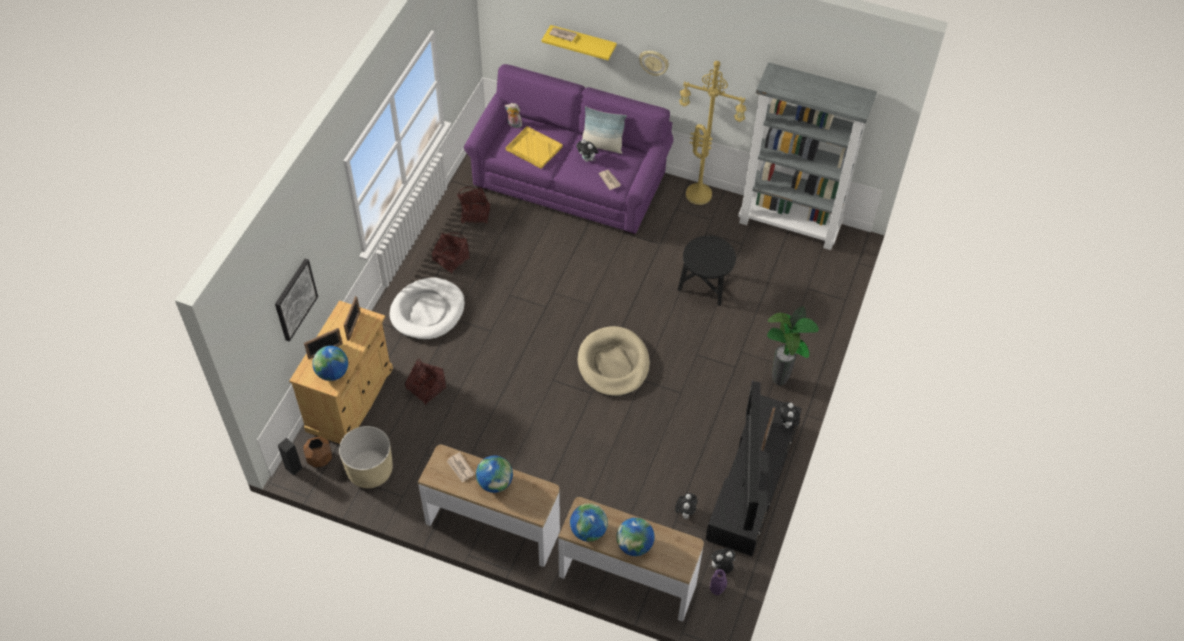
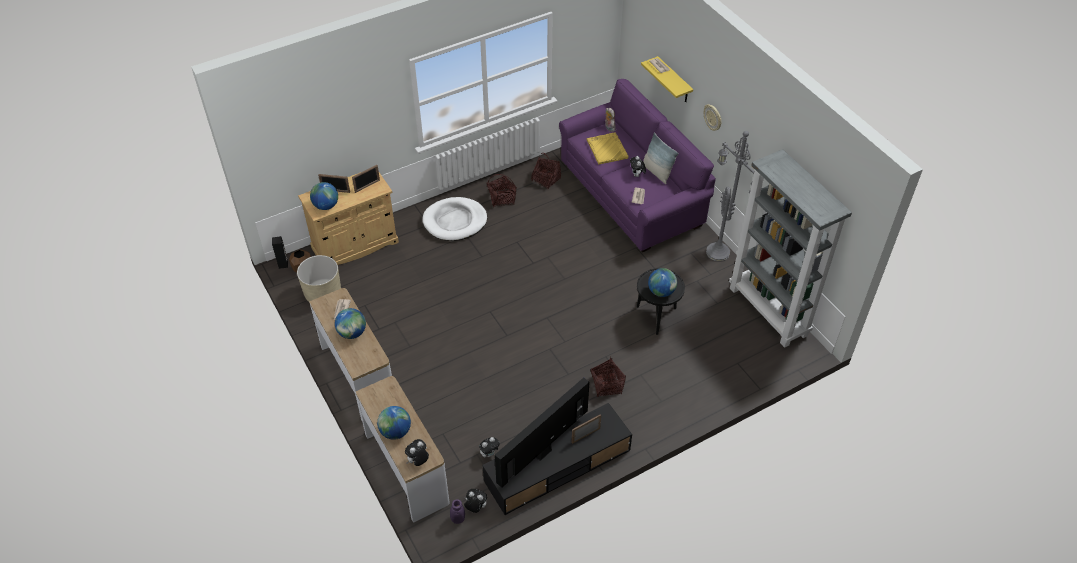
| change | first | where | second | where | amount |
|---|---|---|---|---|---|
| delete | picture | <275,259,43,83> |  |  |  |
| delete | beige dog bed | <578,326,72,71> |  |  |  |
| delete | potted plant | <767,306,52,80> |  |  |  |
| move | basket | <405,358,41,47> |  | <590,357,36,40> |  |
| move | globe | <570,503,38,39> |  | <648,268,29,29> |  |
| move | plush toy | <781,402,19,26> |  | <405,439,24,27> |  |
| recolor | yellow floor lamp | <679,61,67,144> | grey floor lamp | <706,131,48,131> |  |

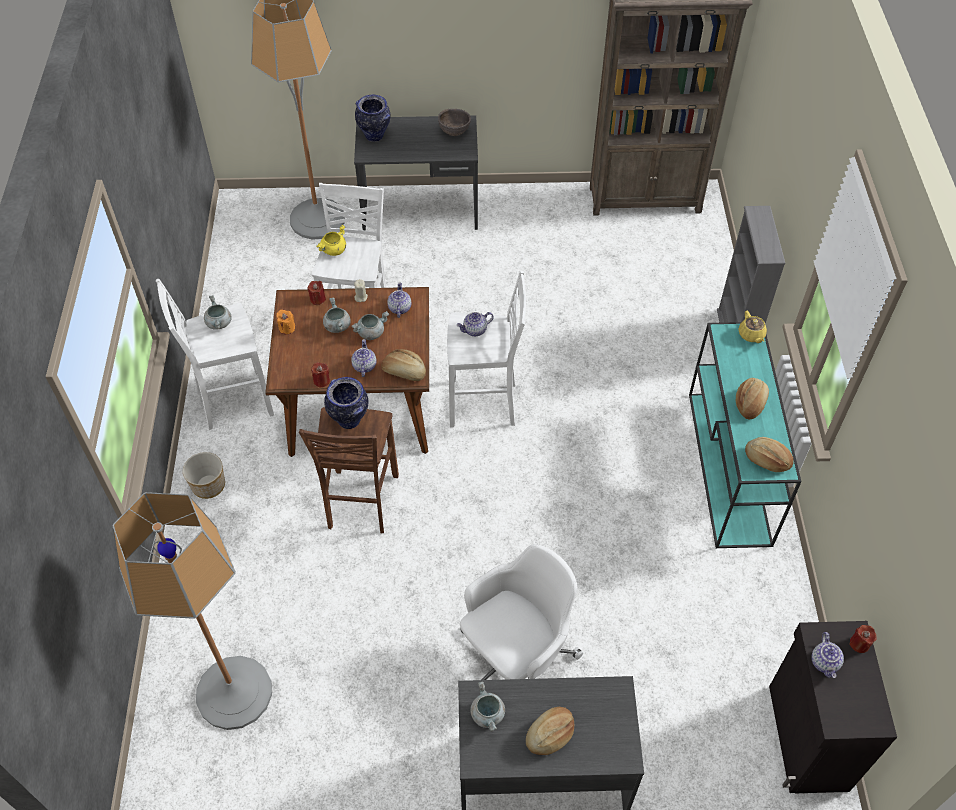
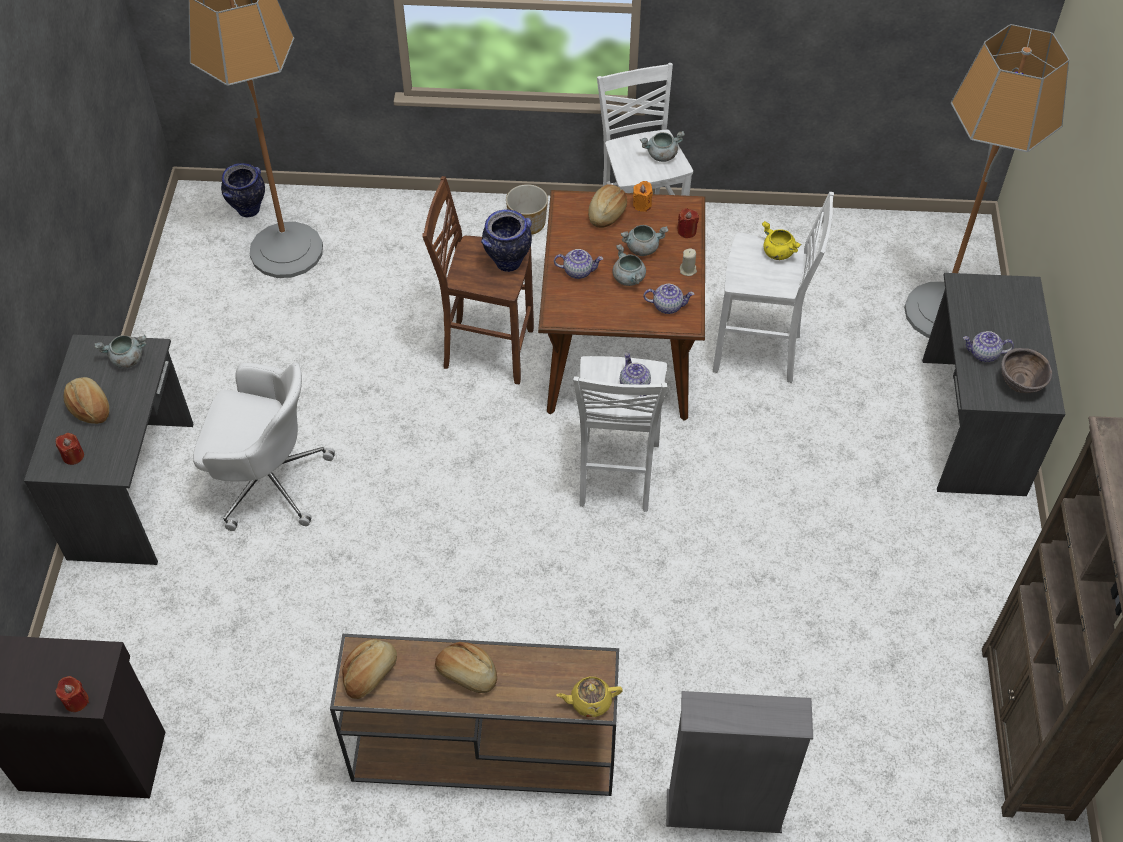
| change | first | where | second | where | amount |
|---|---|---|---|---|---|
| move | red candle | <311,362,19,26> |  | <56,433,28,32> |  |
| move | vase | <355,95,36,47> |  | <221,163,44,54> |  |
| move | bread | <381,349,45,32> |  | <588,184,39,44> |  |
| move | teapot | <812,632,32,46> |  | <963,331,51,31> |  |
| recolor | turquoise console table | <689,322,112,226> | brown console table | <330,634,289,162> |  |
| rotate | white office chair | <460,544,123,136> |  | <193,362,142,169> | 45 degrees counterclockwise |

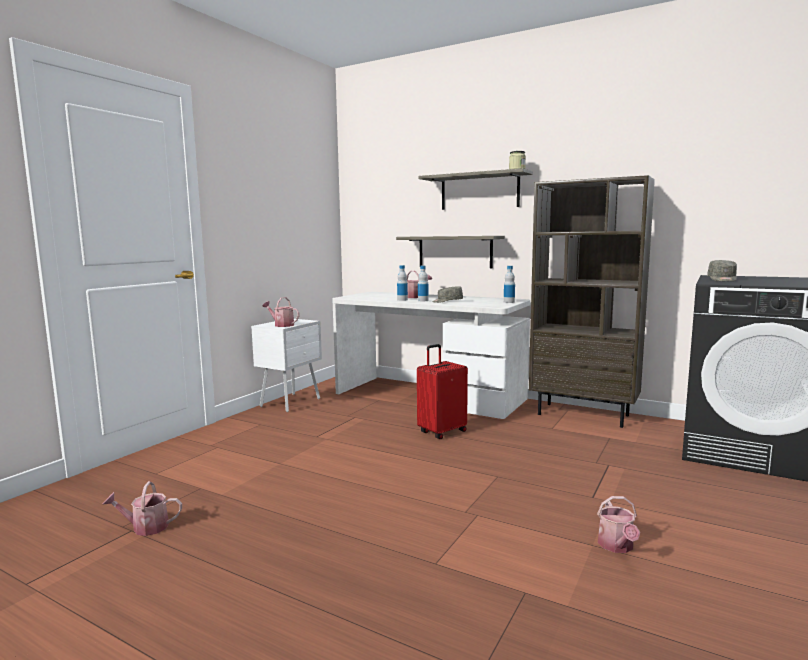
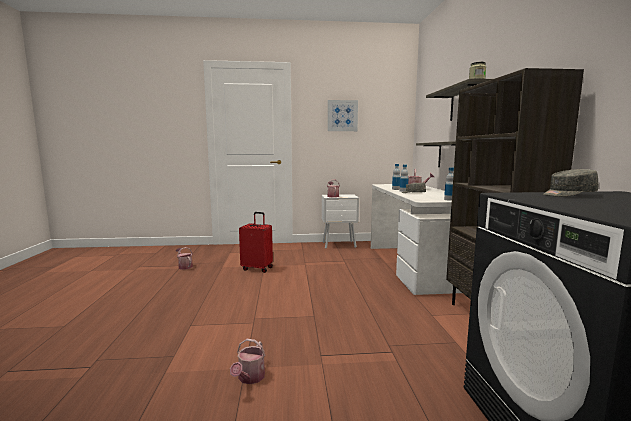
| change | first | where | second | where | amount |
|---|---|---|---|---|---|
| insert |  |  | picture | <328,100,30,31> |  |
| move | red suitcase | <417,344,51,95> |  | <239,212,34,61> |  |
| rotate | watering can | <597,496,43,57> |  | <230,339,35,45> | 45 degrees counterclockwise |

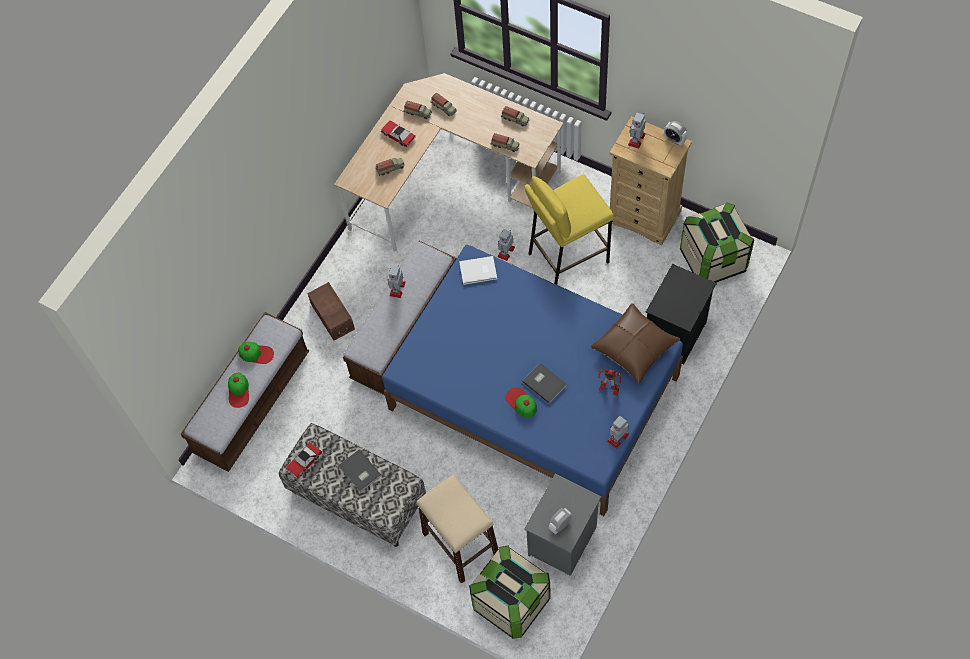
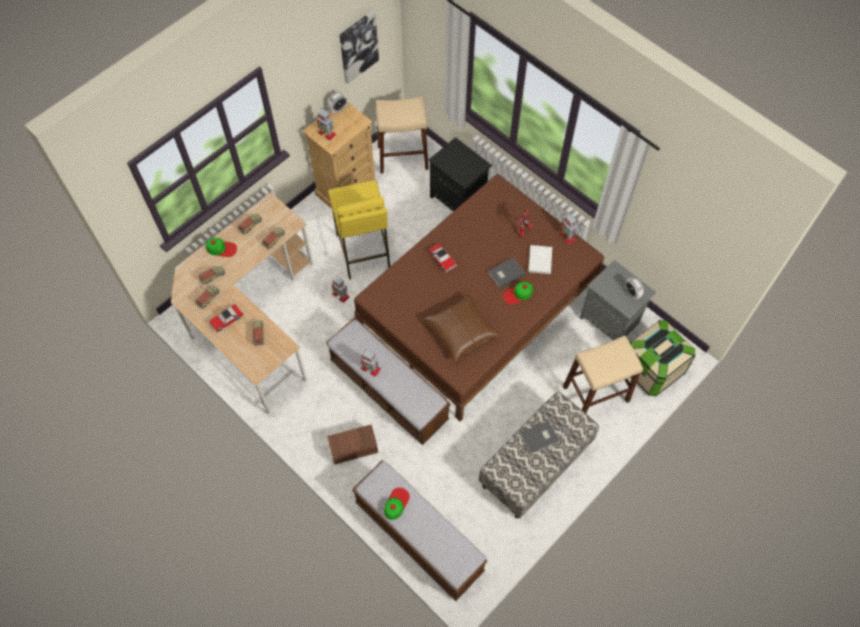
| change | first | where | second | where | amount |
|---|---|---|---|---|---|
| insert |  |  | picture | <340,10,39,74> |  |
| move | cap | <228,373,21,35> |  | <206,238,31,19> |  |
| move | toy car | <285,442,37,37> |  | <428,243,29,29> |  |
| move | white book | <459,256,38,29> |  | <528,245,24,29> |  |
| move | brown pillow | <591,303,89,81> |  | <424,293,76,69> |  |
| replace | storage box | <680,202,74,81> | beige stool | <376,96,53,78> |  |
| recolor | blue bed | <382,245,301,271> | brown bed | <354,174,250,248> |  |

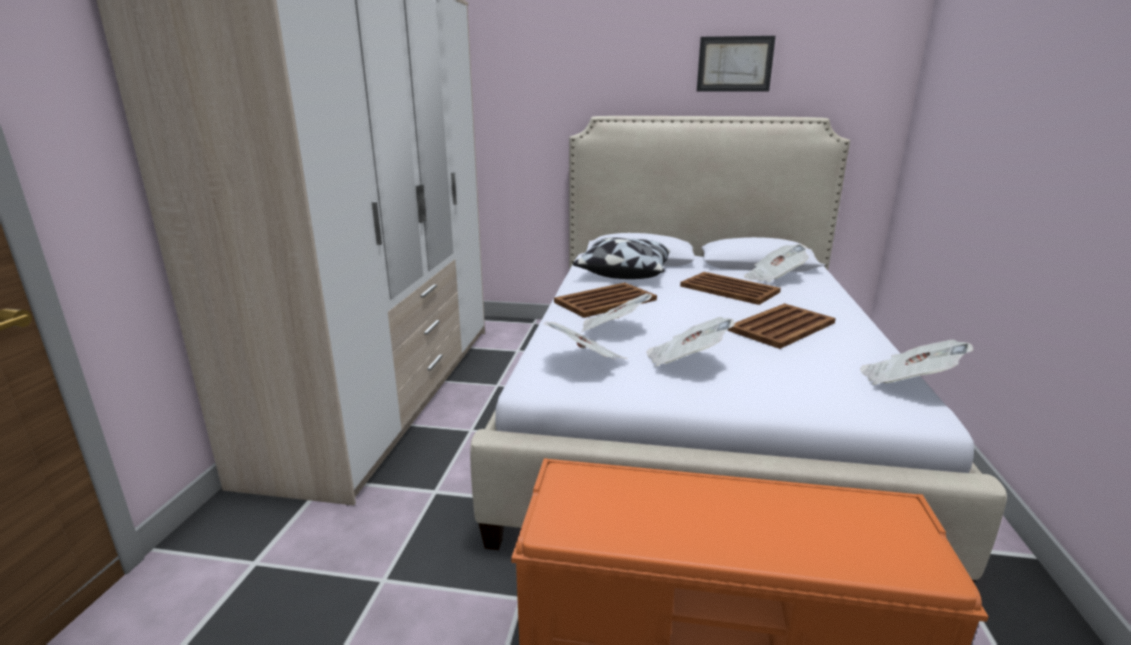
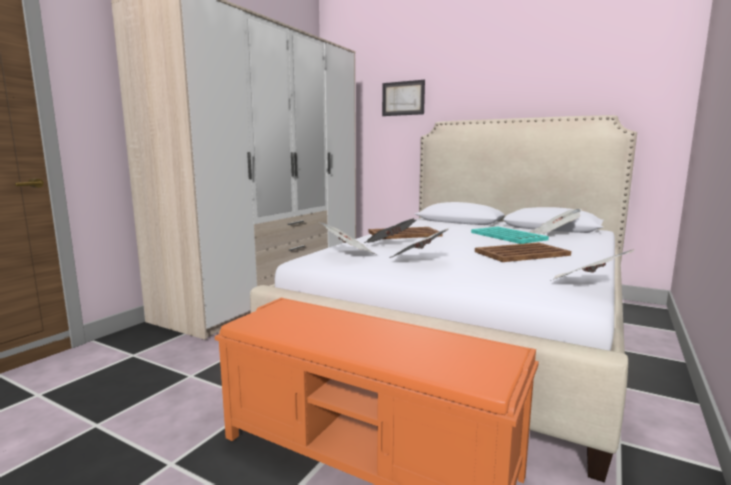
| change | first | where | second | where | amount |
|---|---|---|---|---|---|
| delete | pillow | <573,238,97,41> |  |  |  |
| move | picture | <697,36,79,55> |  | <382,80,43,36> |  |
| recolor | brown tray | <680,272,101,33> | turquoise tray | <471,227,78,17> |  |

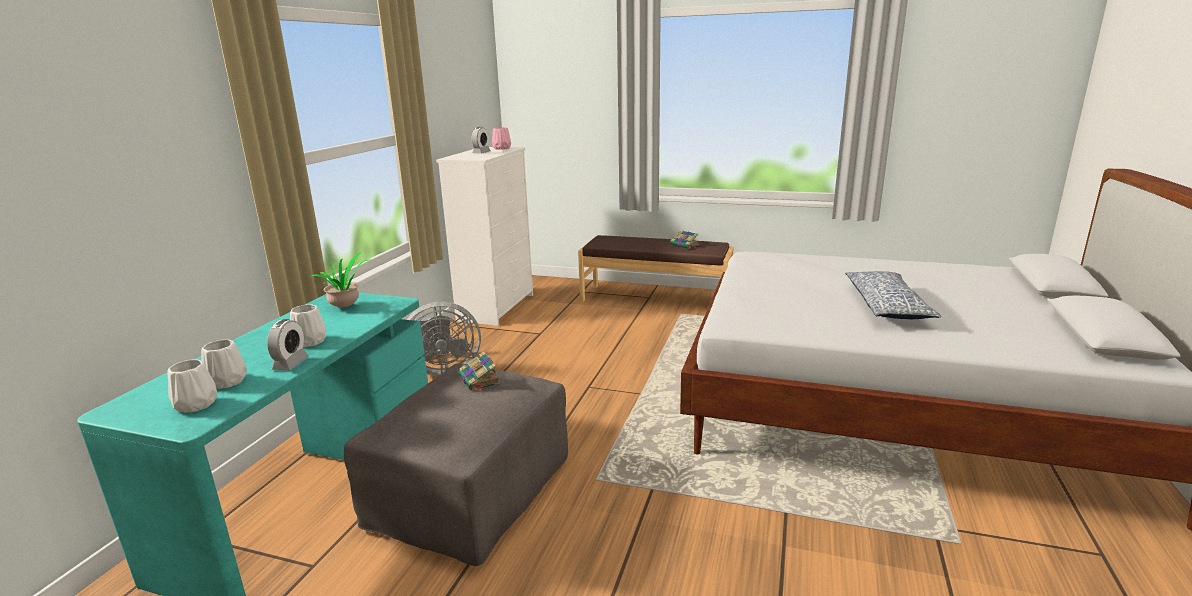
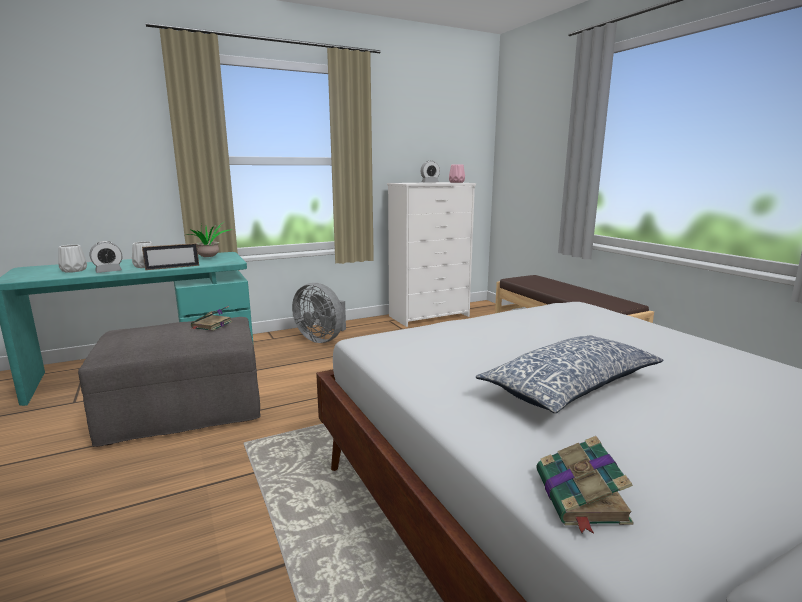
| change | first | where | second | where | amount |
|---|---|---|---|---|---|
| delete | white vase | <167,360,50,52> |  |  |  |
| insert |  |  | picture frame | <142,243,57,27> |  |
| move | book | <670,230,29,19> |  | <536,436,98,98> |  |

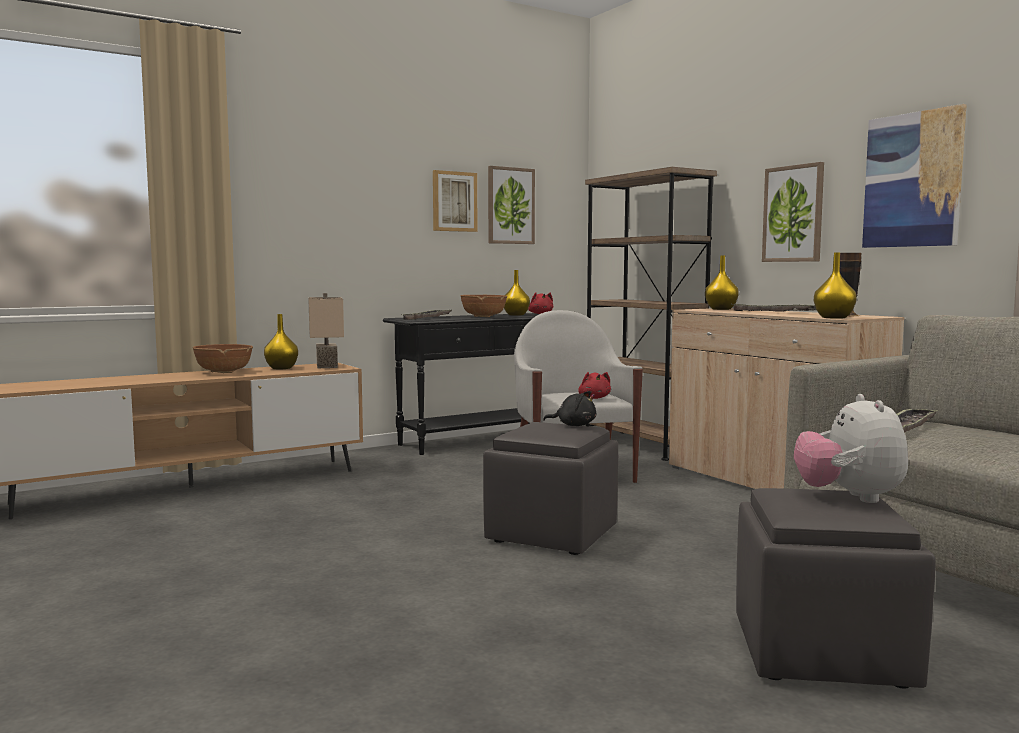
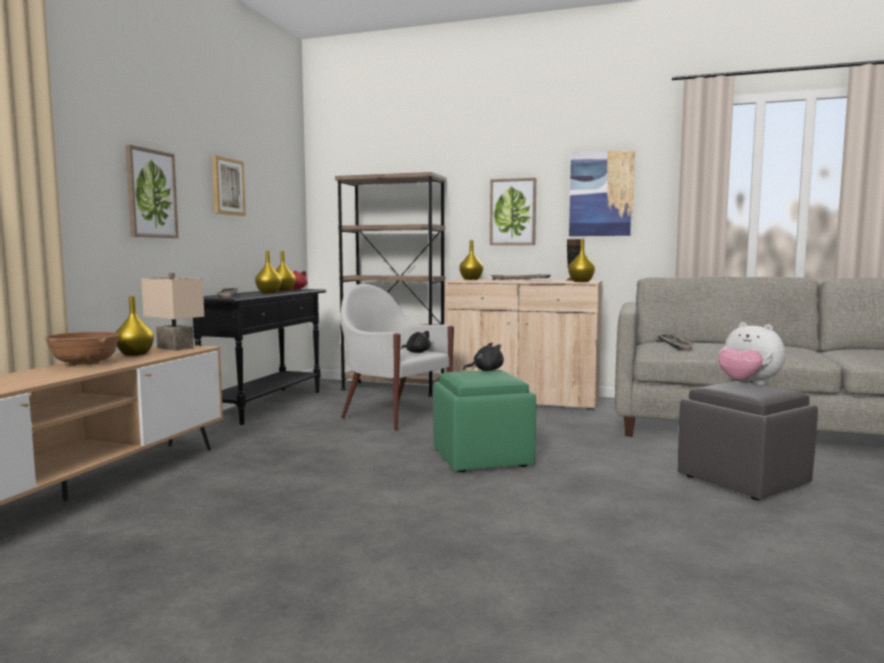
| change | first | where | second | where | amount |
|---|---|---|---|---|---|
| move | picture | <488,166,47,78> |  | <125,145,53,93> |  |
| replace | brown bowl | <460,295,47,22> | yellow vase | <255,251,27,42> |  |
| recolor | grey ottoman | <483,422,135,133> | green ottoman | <433,370,103,102> |  |
| recolor | red plush toy | <578,372,33,27> | black plush toy | <401,331,30,22> |  |

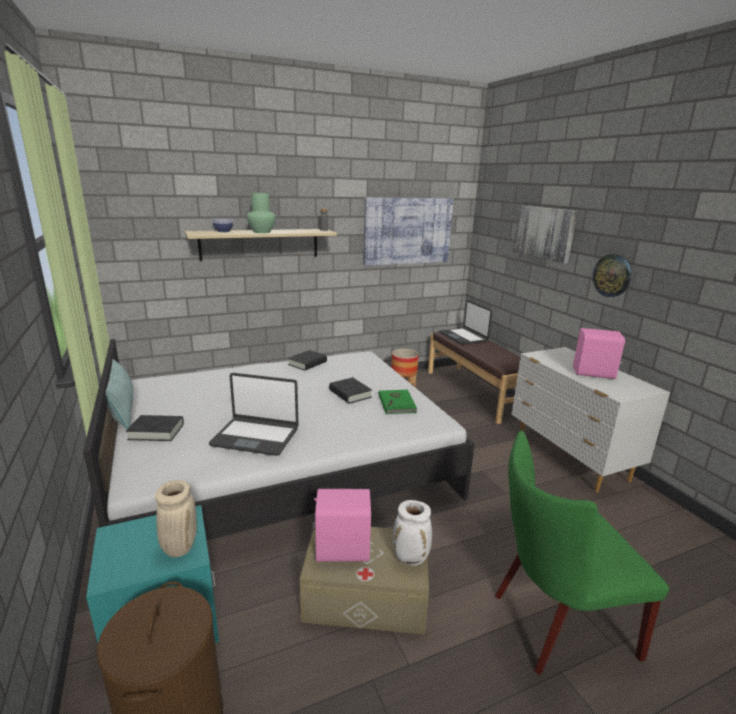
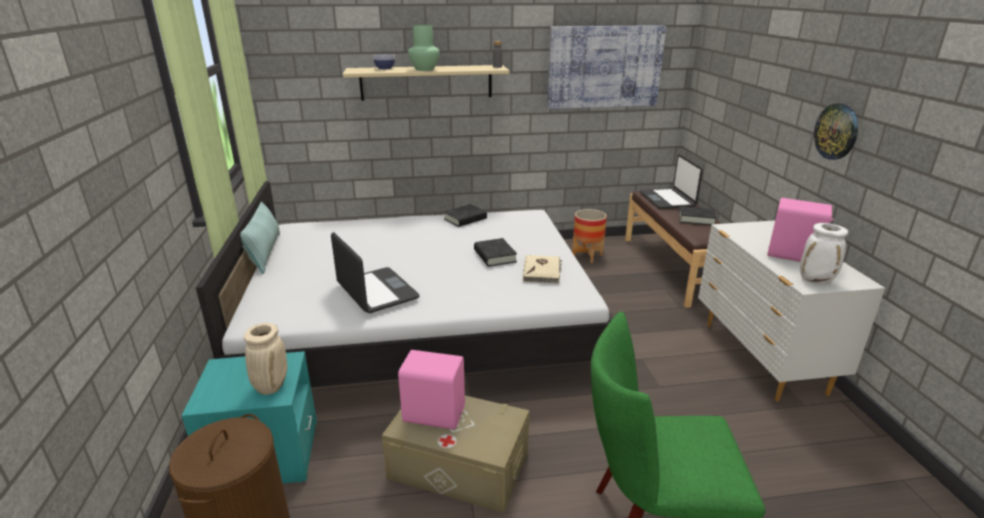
| change | first | where | second | where | amount |
|---|---|---|---|---|---|
| delete | picture | <513,206,64,58> |  |  |  |
| move | black book | <126,415,58,26> |  | <679,206,38,19> |  |
| move | white vase | <393,500,39,66> |  | <800,223,48,62> |  |
| recolor | green book | <379,390,38,24> | beige book | <523,255,39,29> |  |
| rotate | laptop | <209,373,89,83> |  | <331,232,89,81> | 150 degrees counterclockwise |

